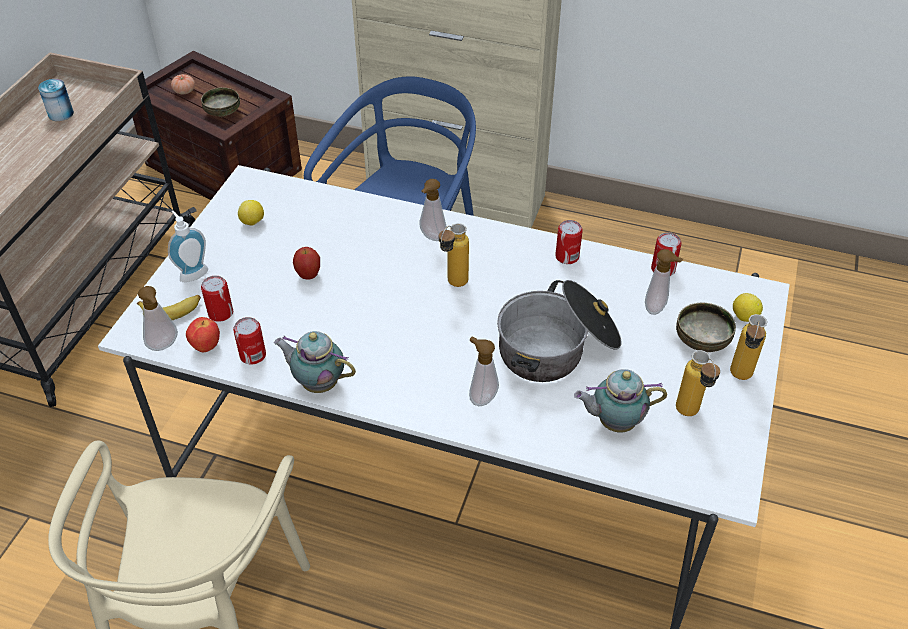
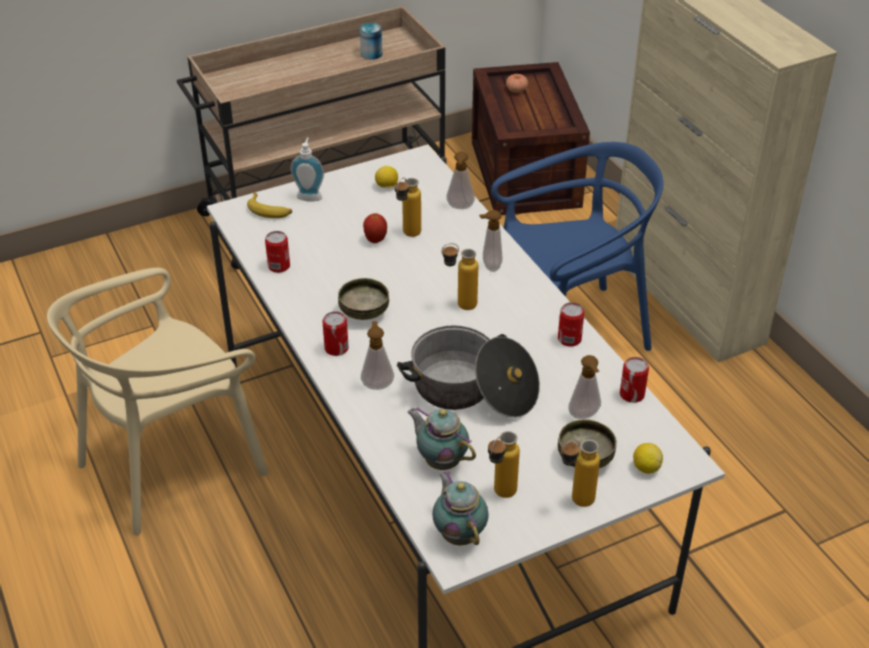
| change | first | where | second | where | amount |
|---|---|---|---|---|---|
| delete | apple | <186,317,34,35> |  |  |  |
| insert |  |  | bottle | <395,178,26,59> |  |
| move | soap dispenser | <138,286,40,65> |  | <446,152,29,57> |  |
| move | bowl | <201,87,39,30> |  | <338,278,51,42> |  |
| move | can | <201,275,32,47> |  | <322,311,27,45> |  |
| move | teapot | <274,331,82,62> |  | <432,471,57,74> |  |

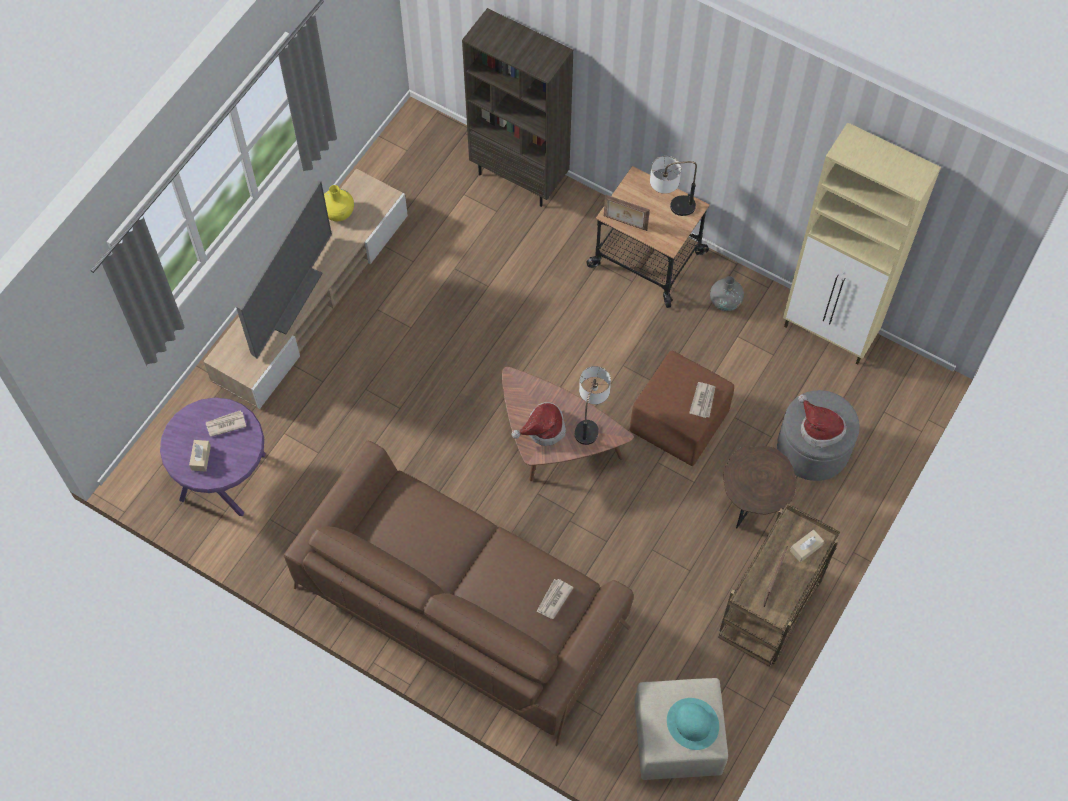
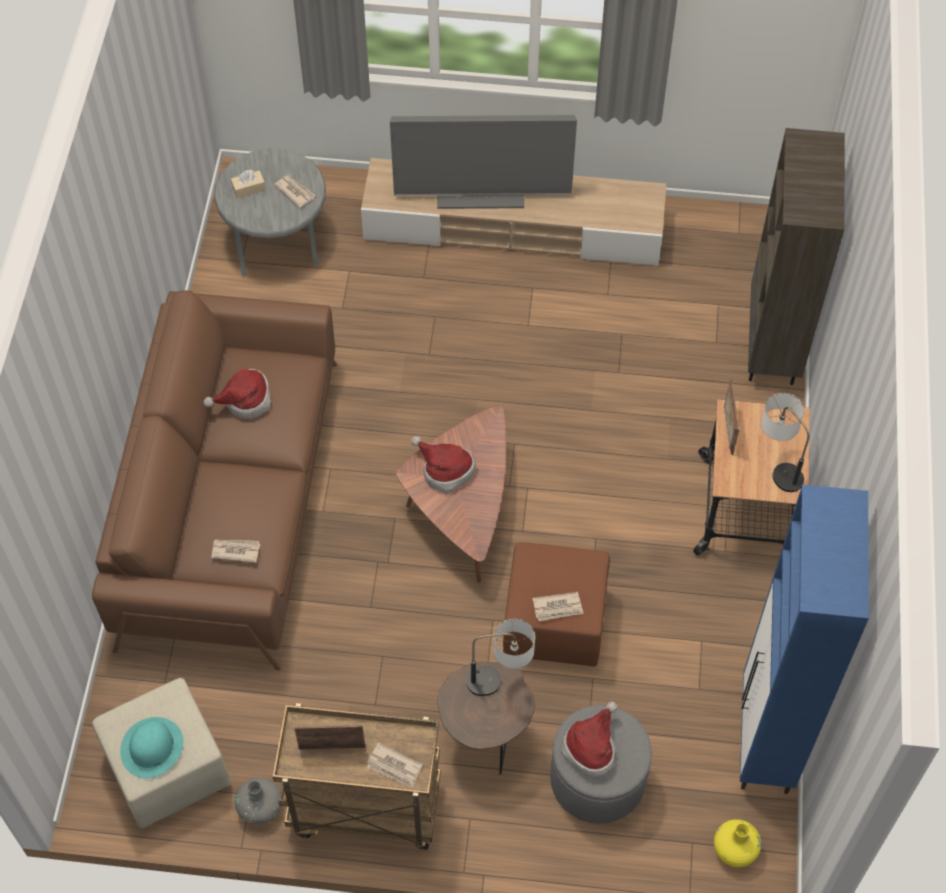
| change | first | where | second | where | amount |
|---|---|---|---|---|---|
| insert |  |  | hat | <203,368,68,51> |  |
| move | yellow vase | <324,185,30,36> |  | <714,819,47,48> |  |
| move | table lamp | <575,366,36,79> |  | <466,619,69,77> |  |
| move | grey vase | <710,276,34,35> |  | <235,778,46,47> |  |
| replace | beige tissue box | <790,530,34,32> | newspaper | <367,742,55,46> |  |
| recolor | purple side table | <160,397,106,119> | grey side table | <214,148,112,128> |  |
| recolor | beige cabinet | <783,122,158,242> | blue cabinet | <740,484,129,310> |  |

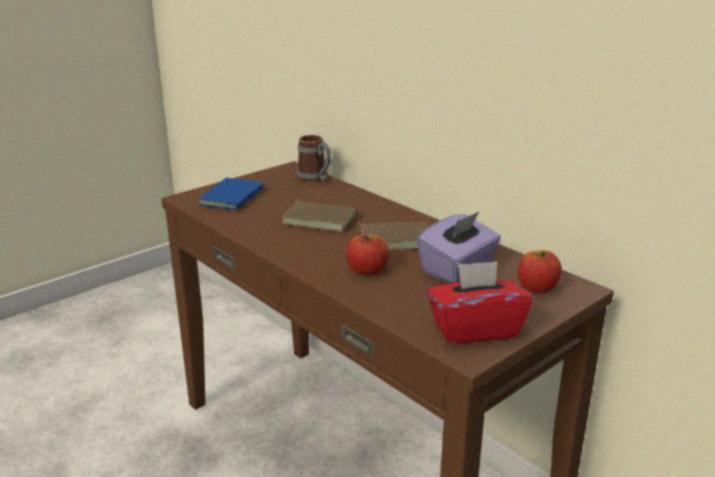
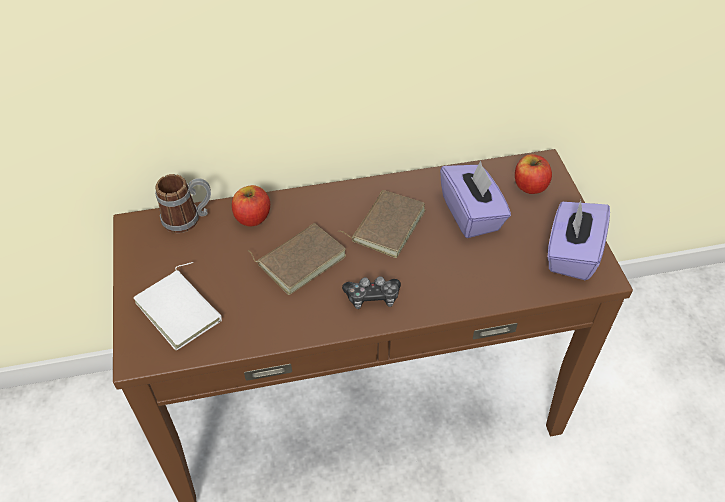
| change | first | where | second | where | amount |
|---|---|---|---|---|---|
| insert |  |  | game controller | <342,276,59,33> |  |
| move | apple | <346,234,43,41> |  | <232,185,38,42> |  |
| recolor | blue book | <199,178,76,32> | white book | <133,262,89,89> |  |
| recolor | red tissue box | <427,261,106,83> | purple tissue box | <547,200,63,80> |  |

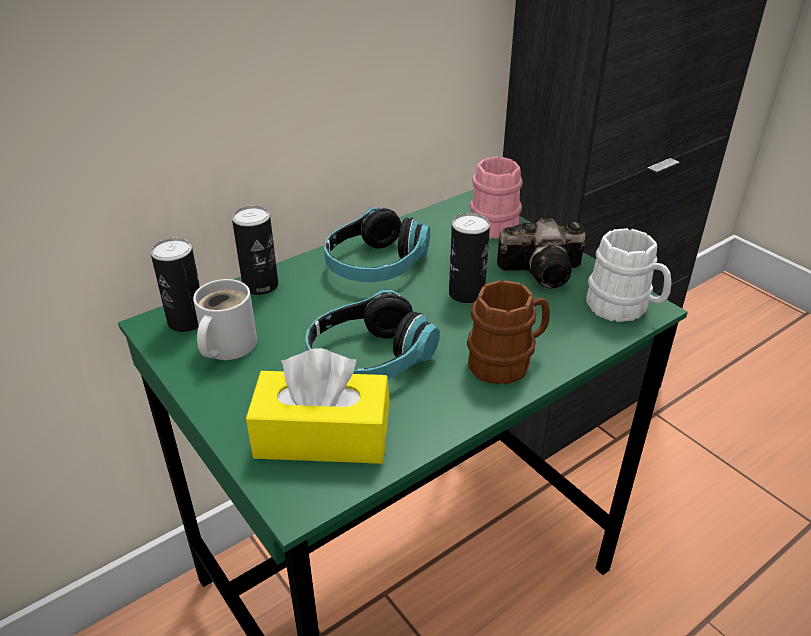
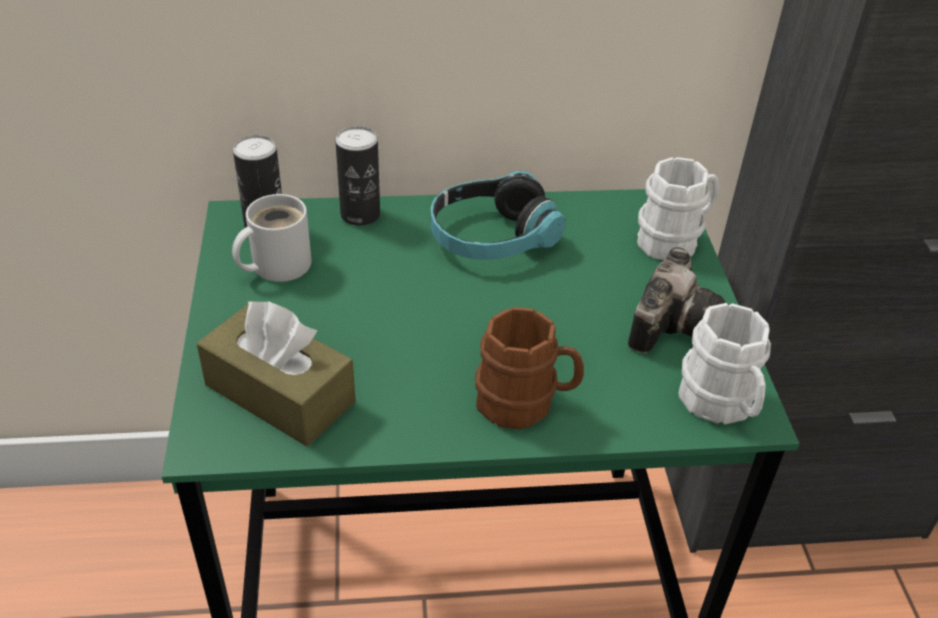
| change | first | where | second | where | amount |
|---|---|---|---|---|---|
| delete | headphones | <306,290,134,89> |  |  |  |
| delete | can | <449,213,41,90> |  |  |  |
| recolor | yellow tissue box | <246,348,143,116> | brown tissue box | <197,301,159,145> |  |
| recolor | pink mug | <470,157,53,82> | white mug | <637,157,82,103> |  |
| rotate | photo camera | <497,218,89,70> |  | <628,247,97,106> | 90 degrees counterclockwise |

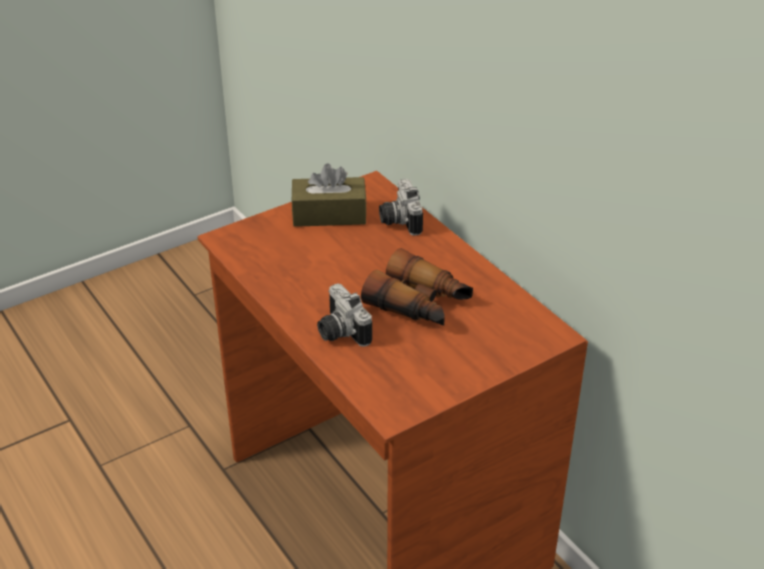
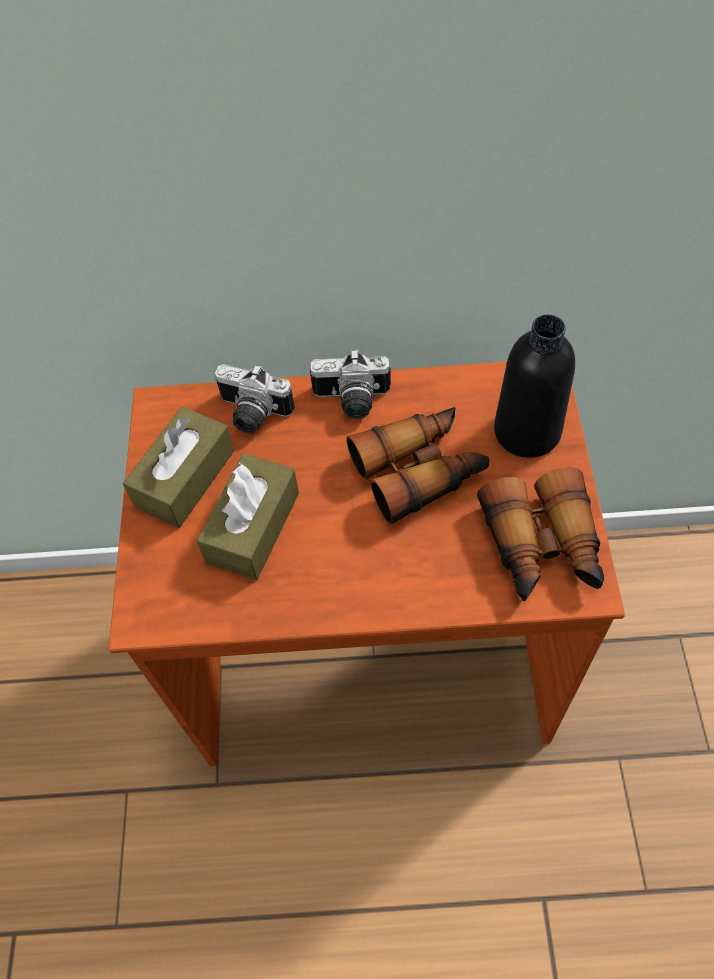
| change | first | where | second | where | amount |
|---|---|---|---|---|---|
| insert |  |  | brown tissue box | <196,454,103,126> |  |
| insert |  |  | binoculars | <477,467,127,134> |  |
| insert |  |  | black bottle | <494,315,81,143> |  |
| move | photo camera | <317,284,55,63> |  | <310,349,81,70> |  |

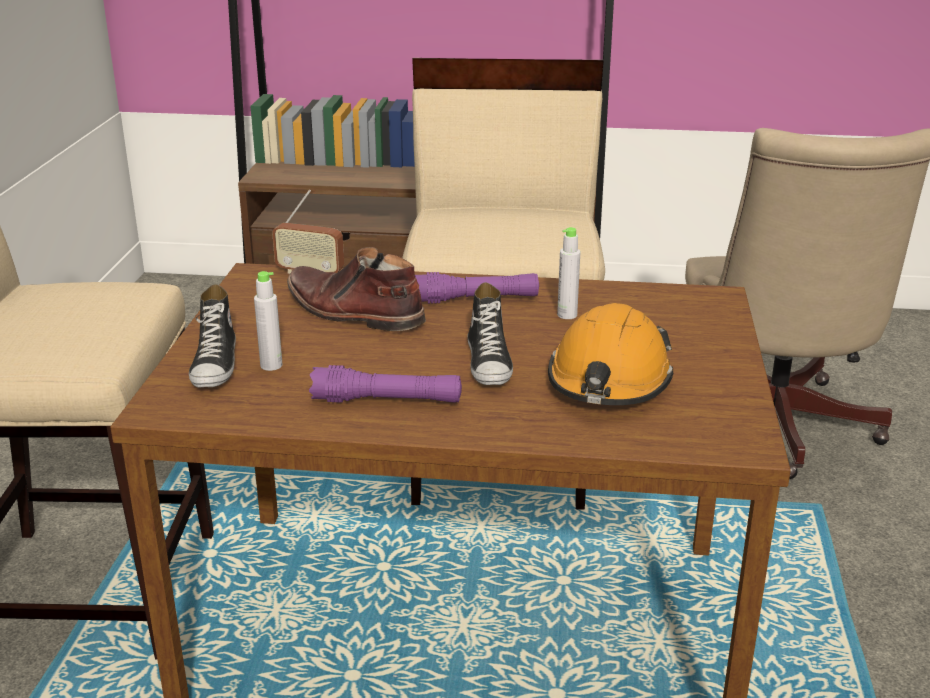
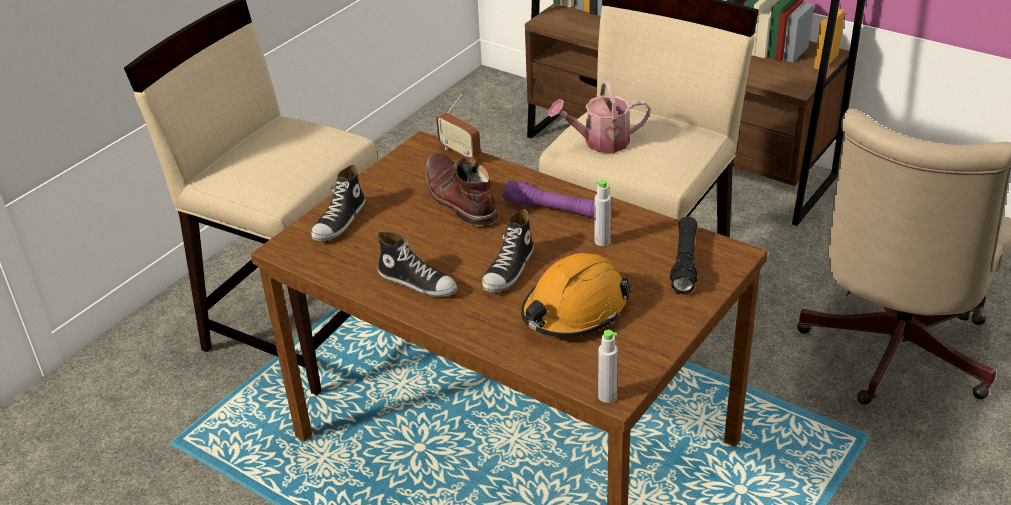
| change | first | where | second | where | amount |
|---|---|---|---|---|---|
| insert |  |  | watering can | <548,81,103,72> |  |
| insert |  |  | black flashlight | <670,216,27,79> |  |
| move | grey bottle | <254,271,28,100> |  | <598,330,20,73> |  |
| replace | purple flashlight | <309,365,153,38> | shoe | <378,232,79,65> |  |

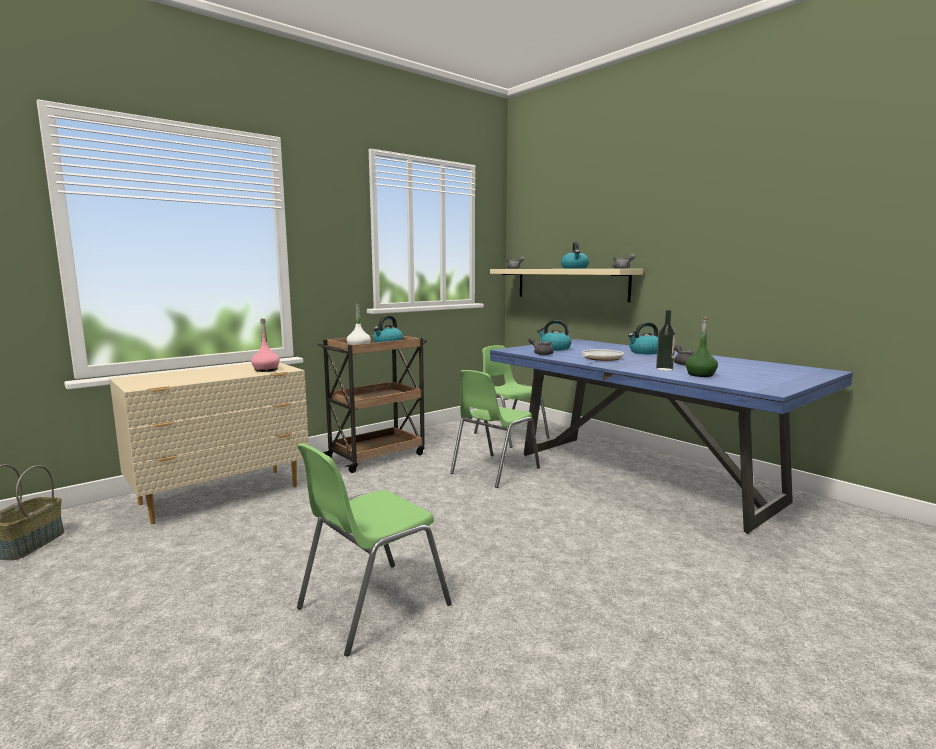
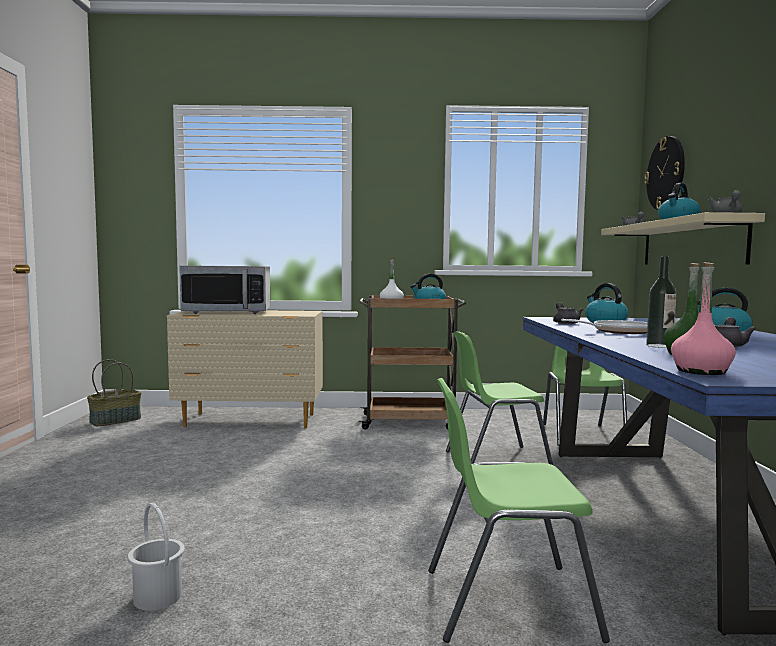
| change | first | where | second | where | amount |
|---|---|---|---|---|---|
| insert |  |  | white bucket | <128,503,57,108> |  |
| insert |  |  | microwave | <179,266,91,48> |  |
| insert |  |  | wall clock | <644,136,41,74> |  |
| move | pink bottle | <251,318,29,54> |  | <671,262,65,113> |  |
| move | green chair | <297,443,155,214> |  | <428,378,182,265> |  |

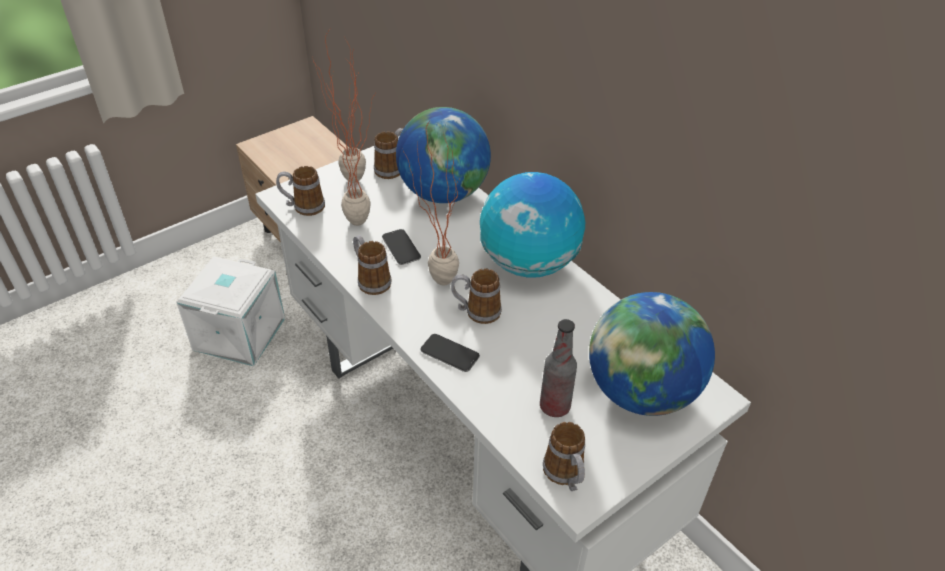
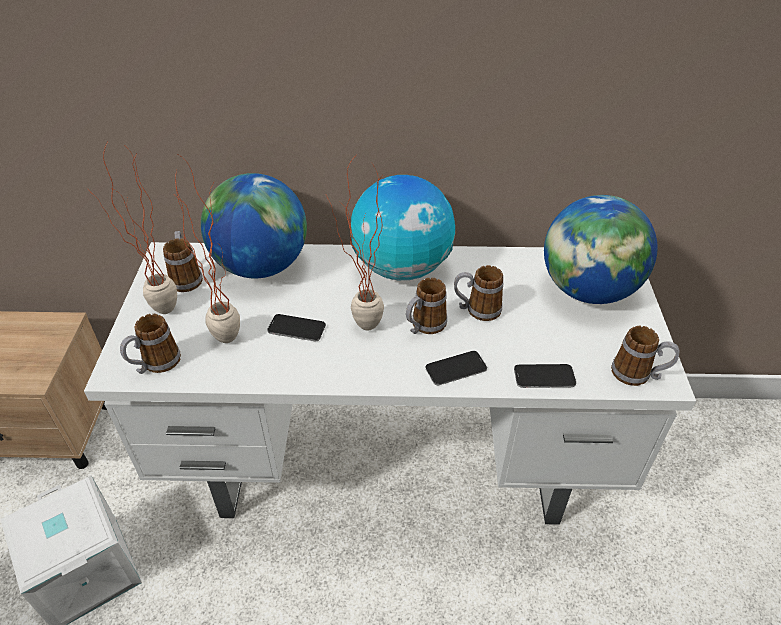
| change | first | where | second | where | amount |
|---|---|---|---|---|---|
| delete | bottle | <540,319,37,98> |  |  |  |
| insert |  |  | phone | <514,364,62,24> |  |
| move | mug | <353,235,39,60> |  | <454,265,50,56> |  |

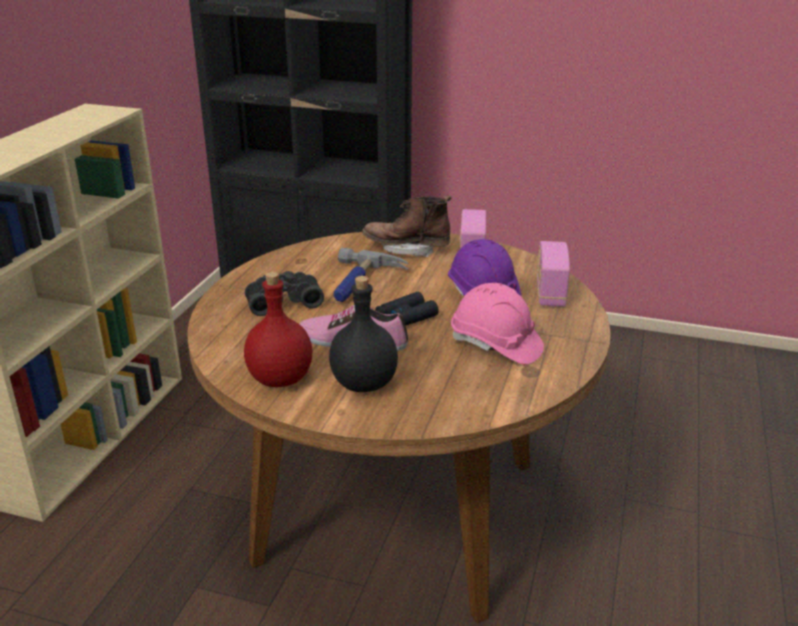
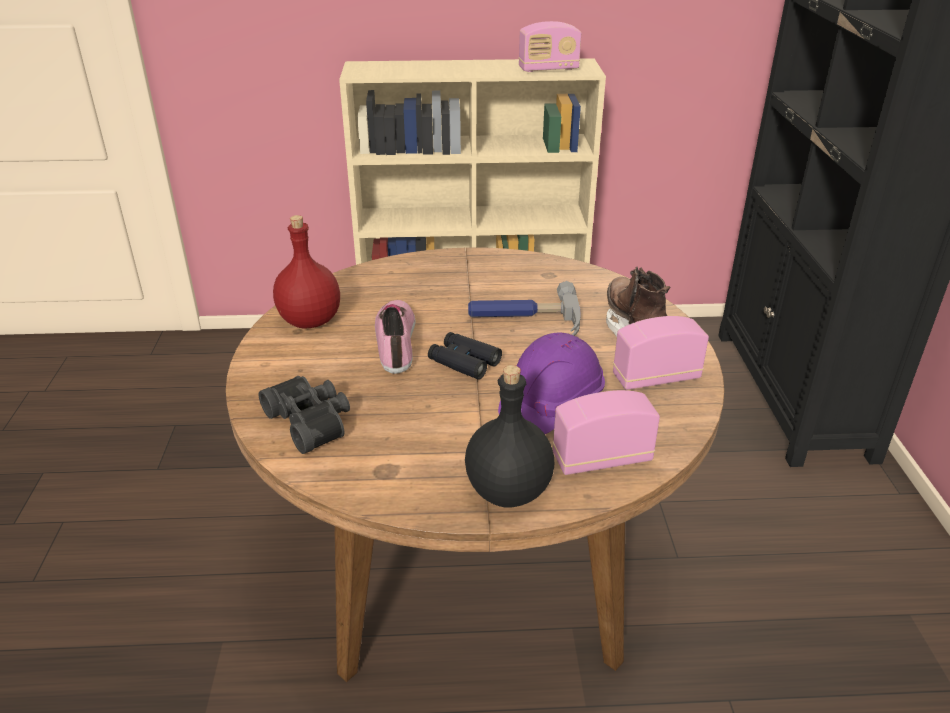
| change | first | where | second | where | amount |
|---|---|---|---|---|---|
| delete | pink hard hat | <451,283,93,82> |  |  |  |
| insert |  |  | radio | <519,21,62,51> |  |
| move | black binoculars | <245,271,79,45> |  | <259,376,91,78> |  |
| move | black bottle | <329,276,69,116> |  | <465,365,89,143> |  |

